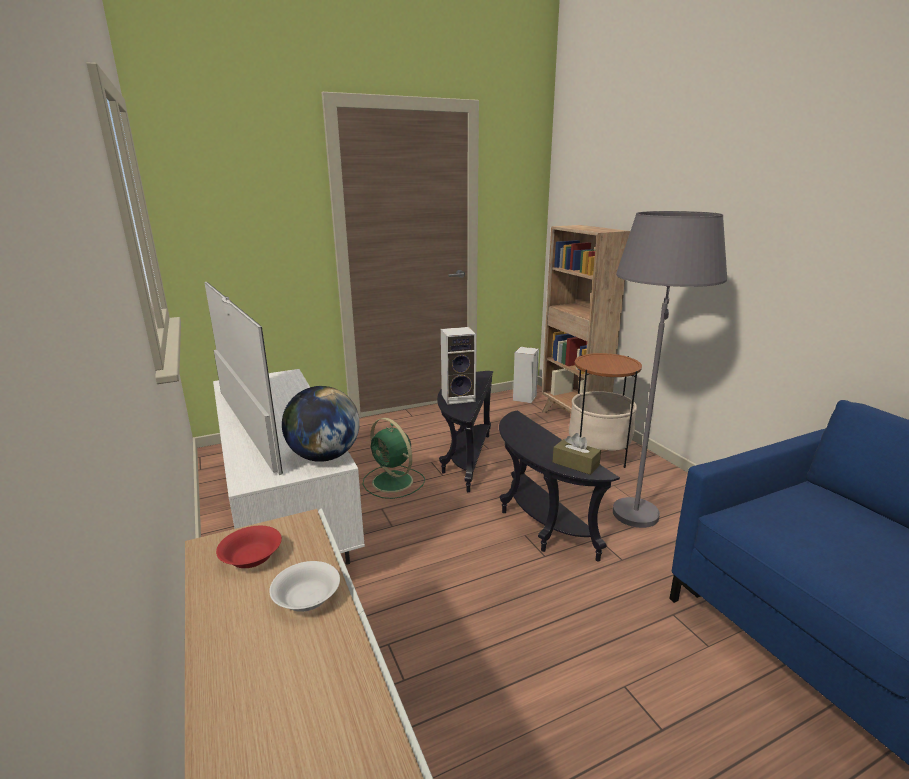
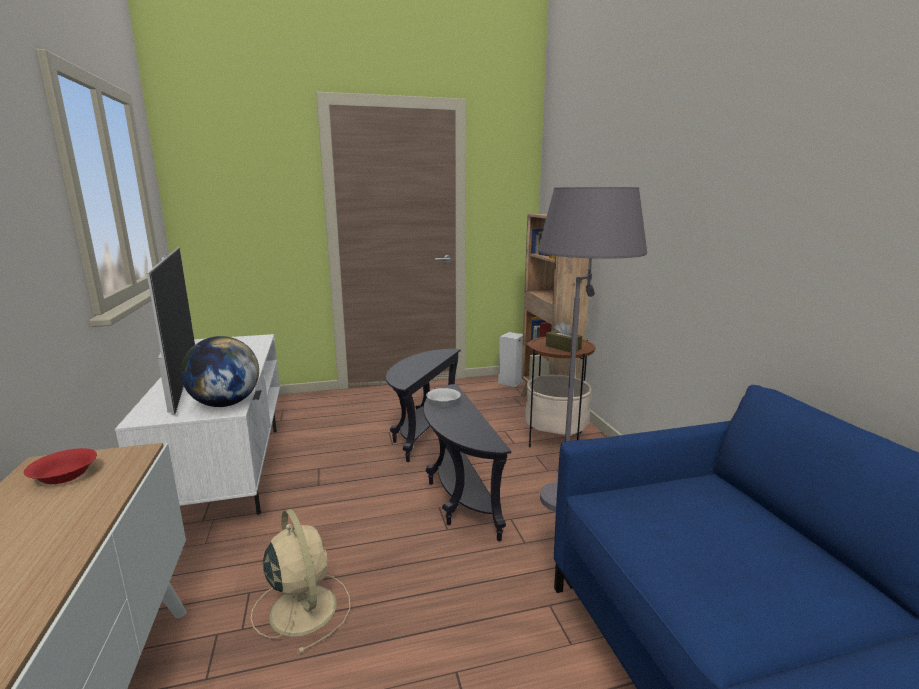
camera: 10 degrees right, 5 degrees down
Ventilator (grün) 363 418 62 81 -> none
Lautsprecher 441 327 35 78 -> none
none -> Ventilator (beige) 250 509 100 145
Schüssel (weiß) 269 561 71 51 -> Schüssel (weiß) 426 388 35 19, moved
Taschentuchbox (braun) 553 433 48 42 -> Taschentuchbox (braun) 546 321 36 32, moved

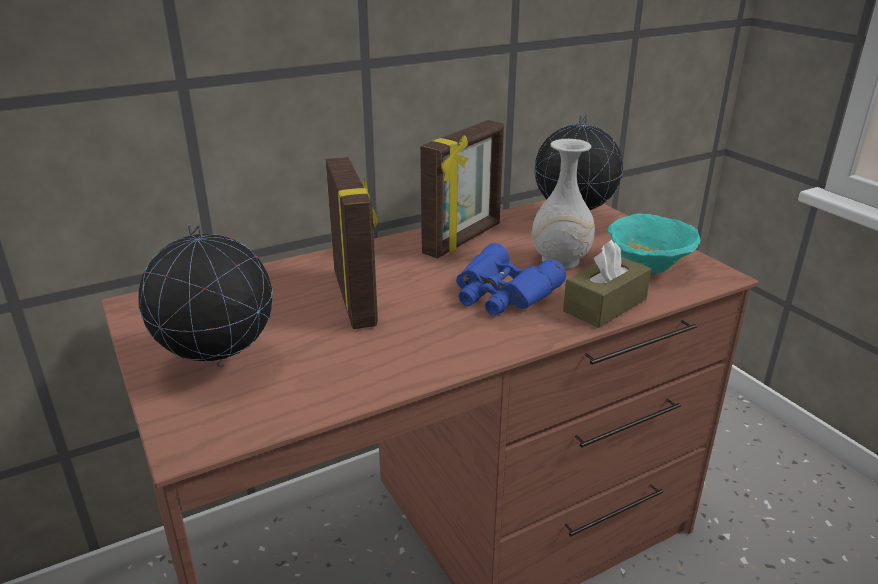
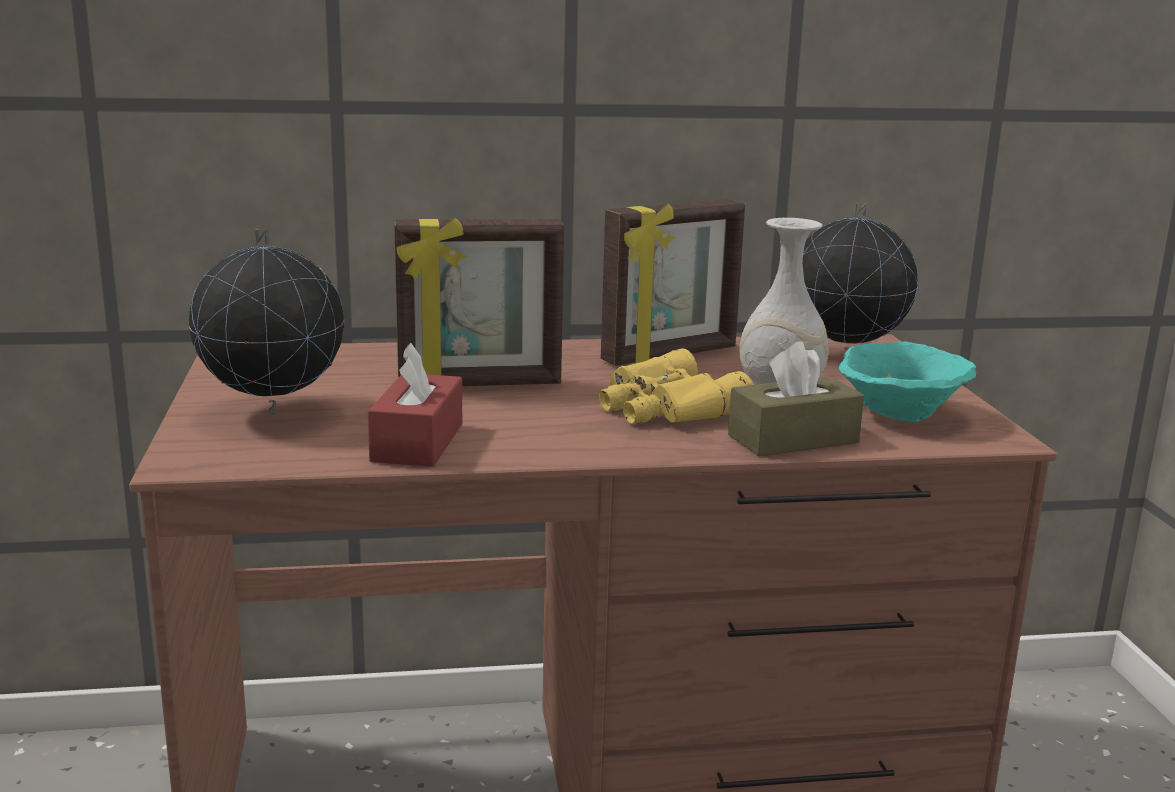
camera: 20 degrees right, 10 degrees down
none -> Taschentuchbox (rot) 368 343 94 124
Fernglas (blau) 456 243 110 73 -> Fernglas (gelb) 599 348 154 76
Bilderrahmen 326 157 52 172 -> Bilderrahmen 394 218 170 168, 75 degrees clockwise

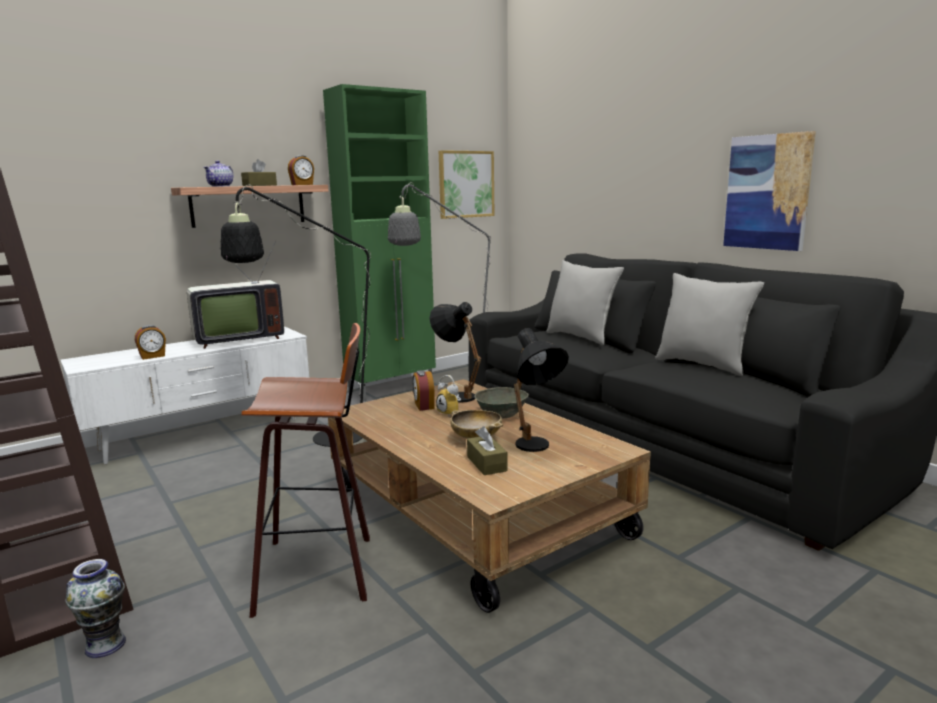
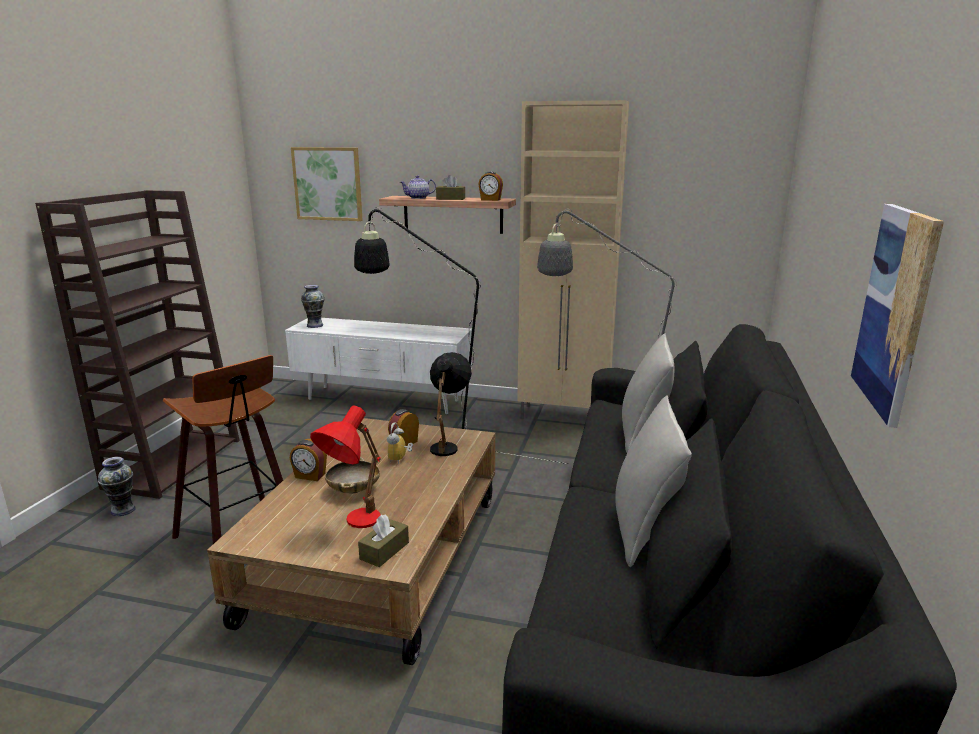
camera: 50 degrees right, 5 degrees up
Fernseher 187 240 97 109 -> none
Schüssel (grau) 474 387 55 31 -> none
none -> Vase 301 285 24 43
Wecker 135 325 31 35 -> Wecker 290 439 37 42, moved
Bild 439 150 55 69 -> Bild 291 147 72 74, moved
Taschentuchbox (braun) 467 426 41 49 -> Taschentuchbox (braun) 358 514 51 53, moved
Schrank (grün) 323 84 113 317 -> Schrank (beige) 517 100 112 319
Tischlampe (schwarz) 514 328 55 124 -> Tischlampe (rot) 310 406 71 122

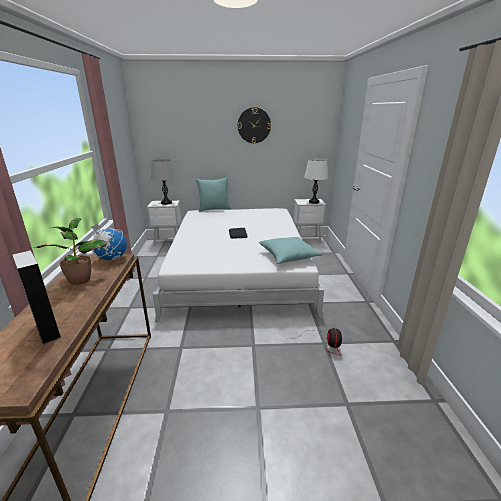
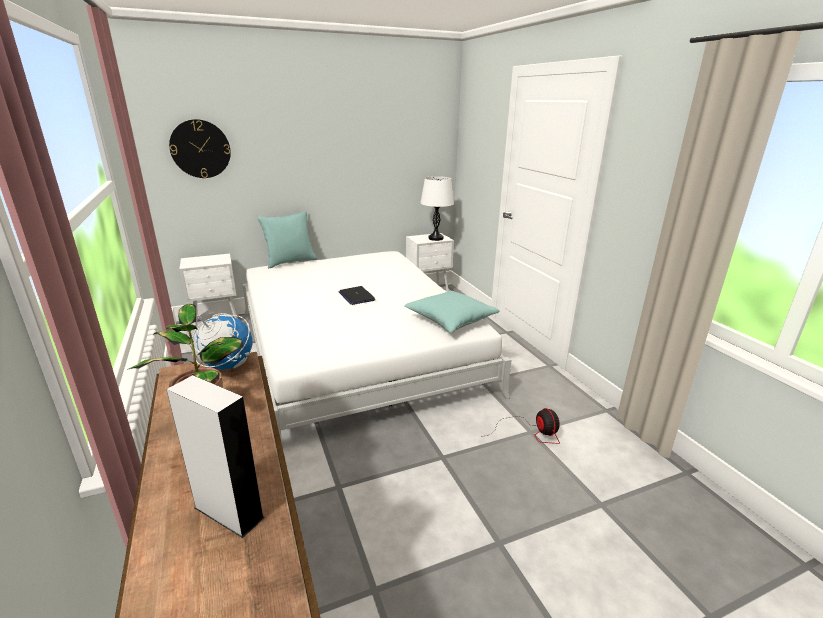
camera: 20 degrees left, 0 degrees up
Tischlampe (grau) 151 159 25 46 -> none
Wanduhr 238 107 33 36 -> Wanduhr 169 119 62 59, moved

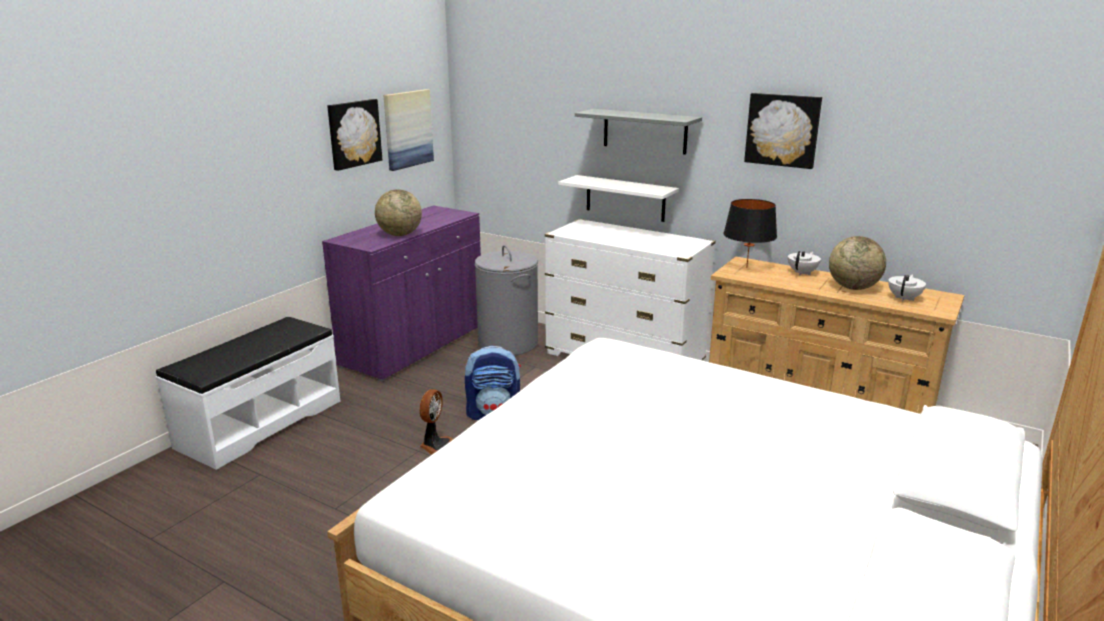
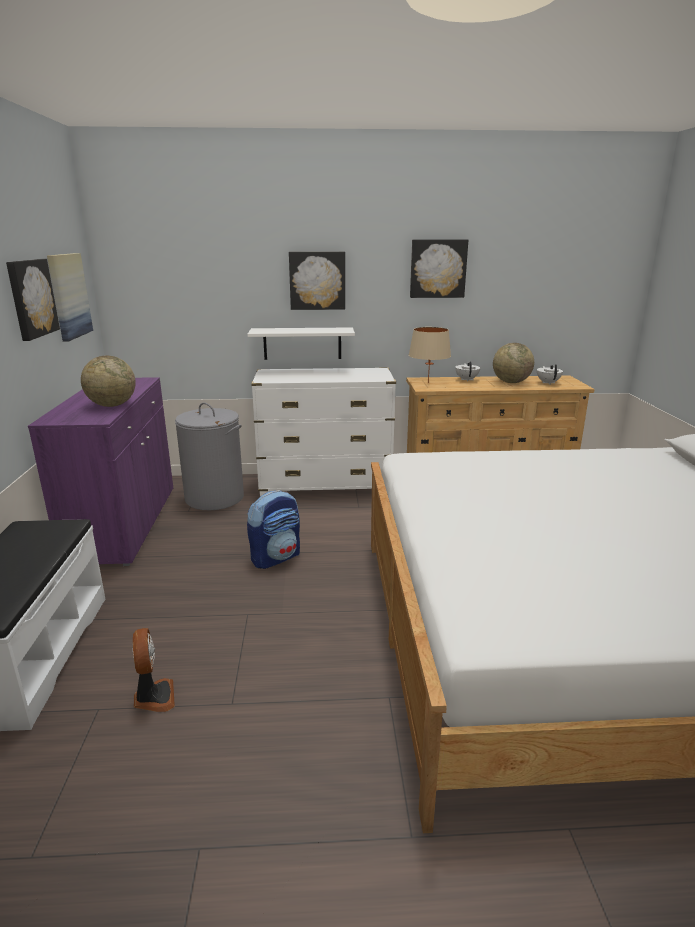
camera: 35 degrees left, 0 degrees up
Ventilator 419 389 34 65 -> Ventilator 133 628 42 84, moved
Wandregal (grau) 575 109 127 46 -> Bild 289 252 56 58
Tischlampe (schwarz) 723 199 54 69 -> Tischlampe (beige) 409 327 42 56

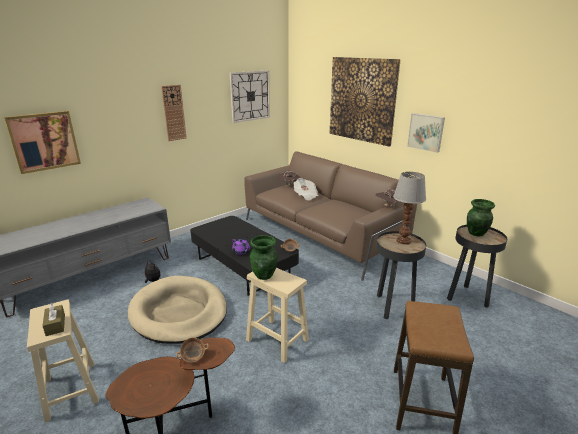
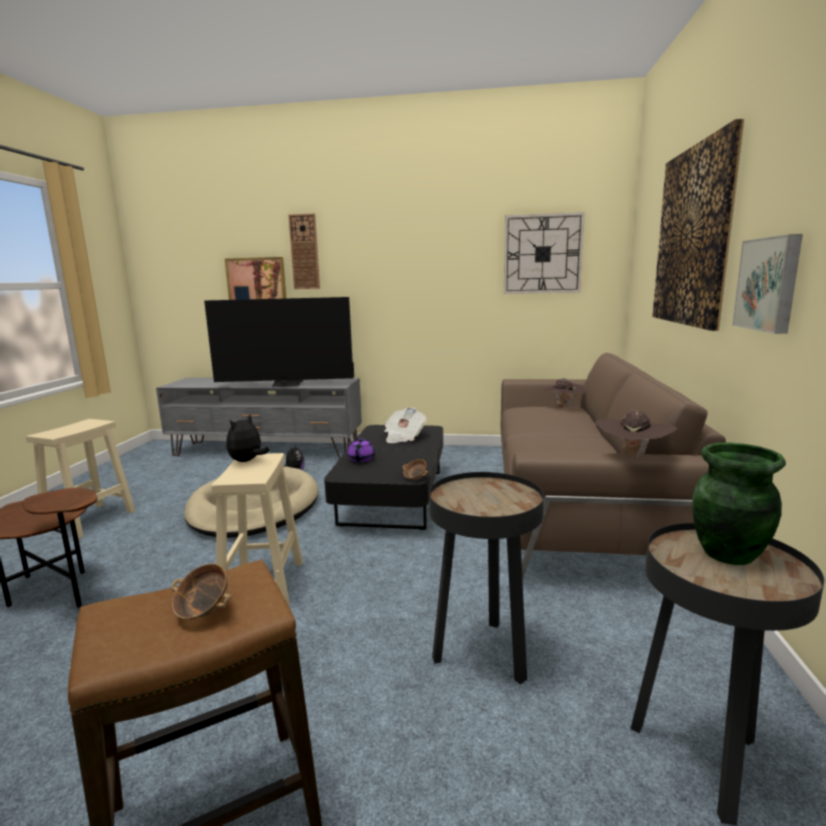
camera: 50 degrees right, 10 degrees down
Taschentuchbox (braun) 42 303 23 33 -> none
Tischlampe 393 172 33 73 -> none
none -> Fernseher 204 297 150 90
Wanduhr 161 85 26 56 -> Wanduhr 288 213 32 76, moved
Schüssel 176 338 33 25 -> Schüssel 171 564 61 56, moved
Zeitung 293 178 25 23 -> Zeitung 384 407 43 36, moved
Vase (grün) 250 235 28 45 -> Plüschtier 226 414 44 48

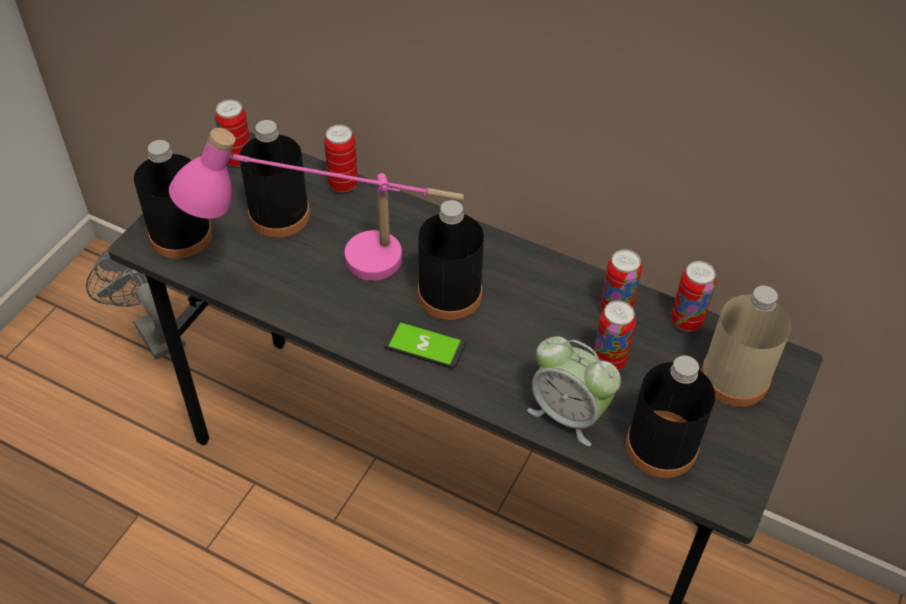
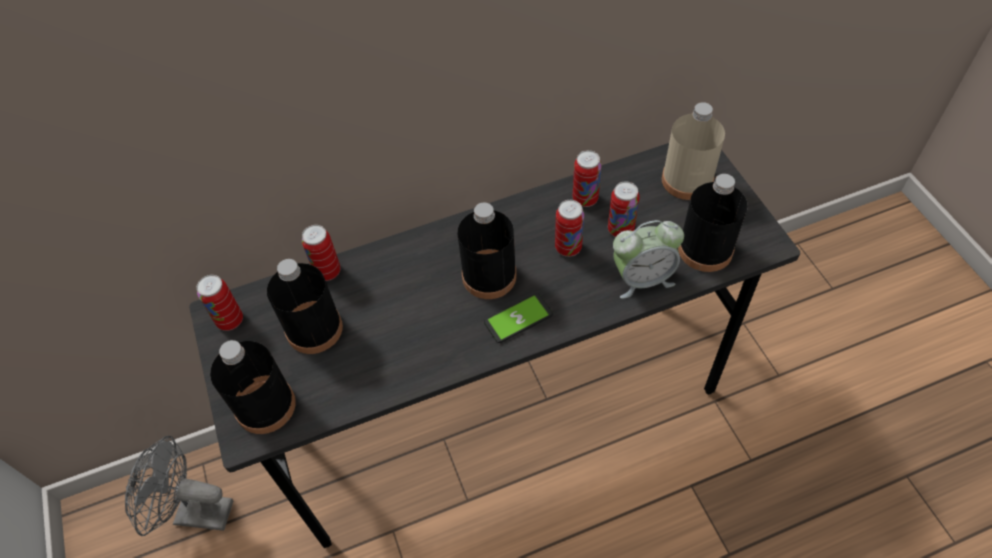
camera: 45 degrees left, 5 degrees up
Tischlampe (rosa) 169 128 295 153 -> none
Dose 671 261 45 70 -> Dose 555 200 29 57, moved

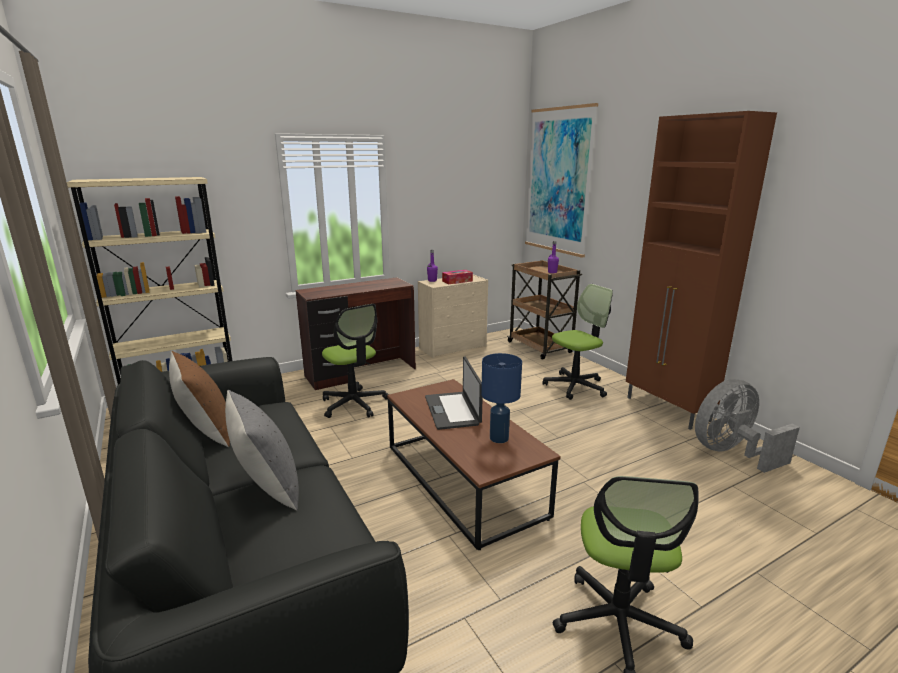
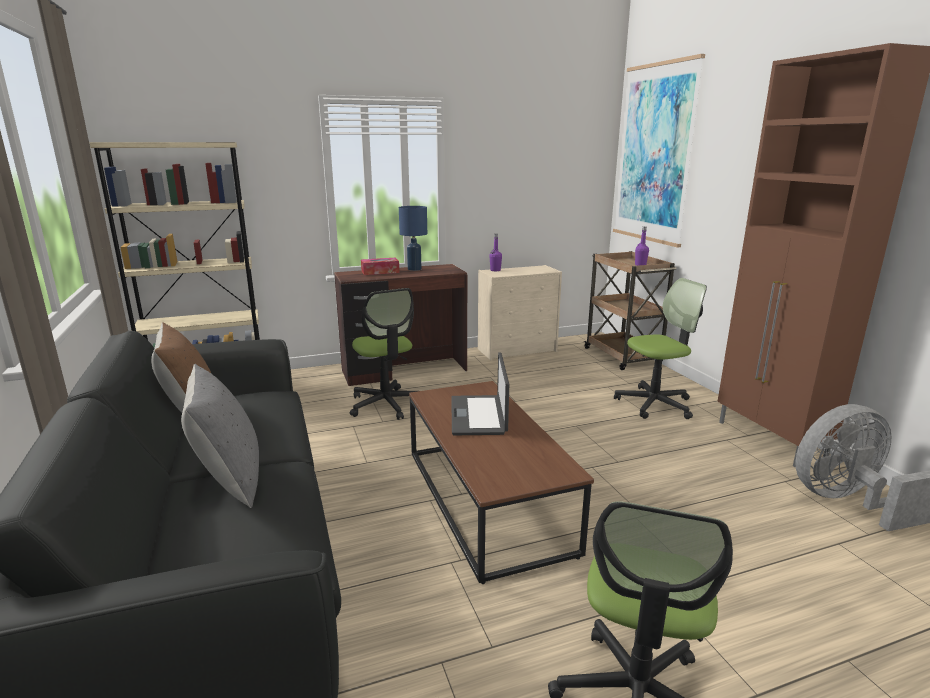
camera: 10 degrees right, 0 degrees up
Taschentuchbox 442 270 31 14 -> Taschentuchbox 361 258 38 17, moved
Tischlampe (blau) 481 353 41 90 -> Tischlampe (blau) 399 206 28 65, moved

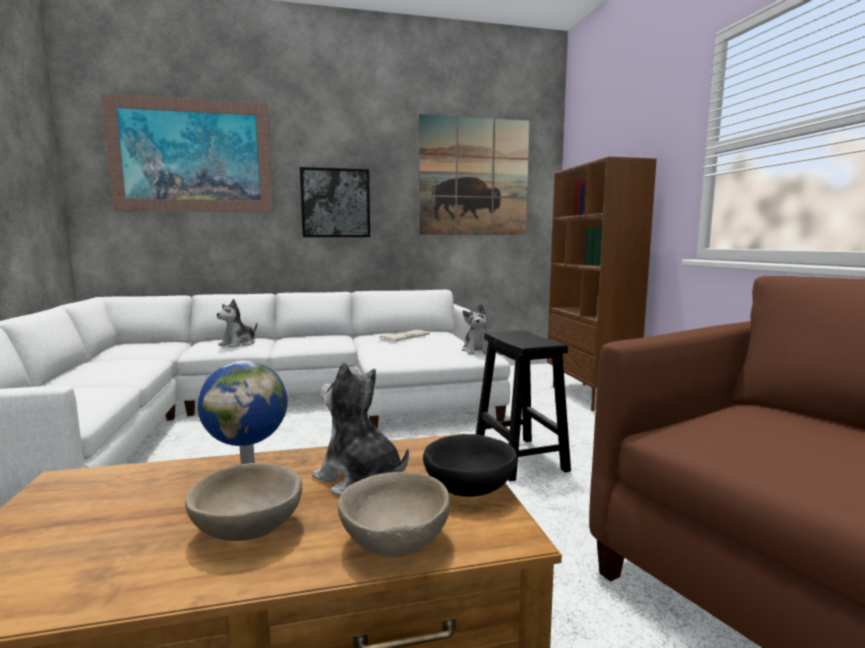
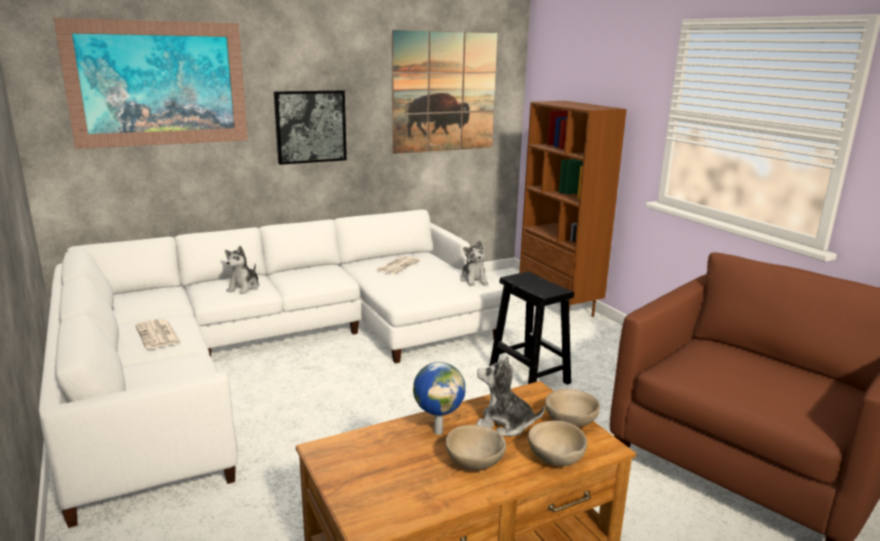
camera: 15 degrees left, 10 degrees up
none -> Zeitung 135 319 46 30
Schüssel (schwarz) 423 434 94 63 -> Schüssel (beige) 545 389 55 39

